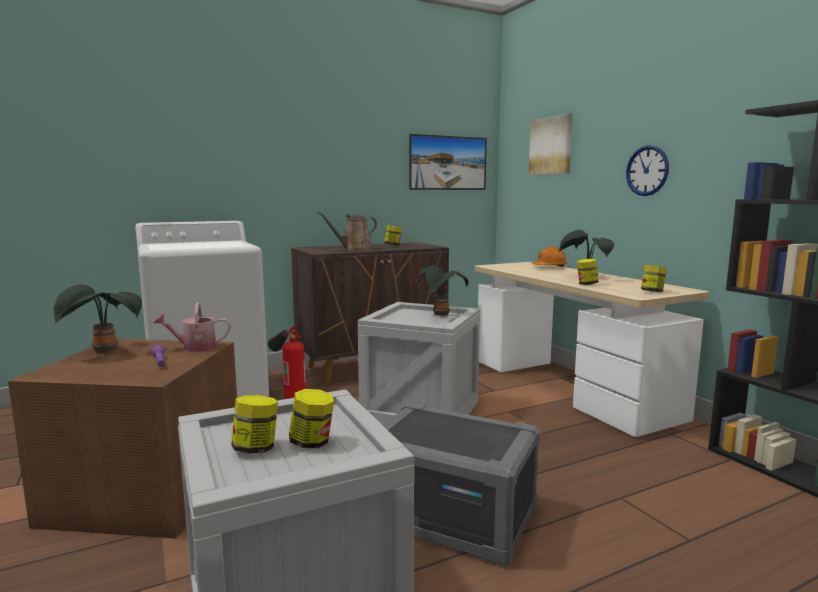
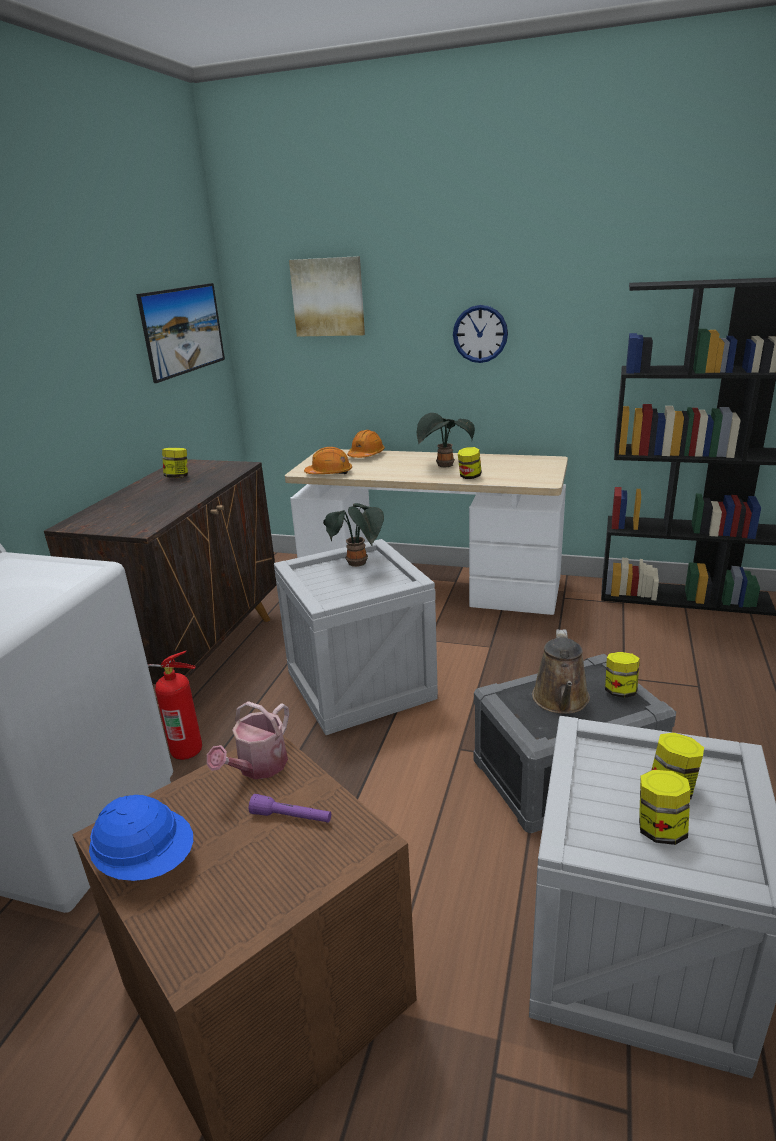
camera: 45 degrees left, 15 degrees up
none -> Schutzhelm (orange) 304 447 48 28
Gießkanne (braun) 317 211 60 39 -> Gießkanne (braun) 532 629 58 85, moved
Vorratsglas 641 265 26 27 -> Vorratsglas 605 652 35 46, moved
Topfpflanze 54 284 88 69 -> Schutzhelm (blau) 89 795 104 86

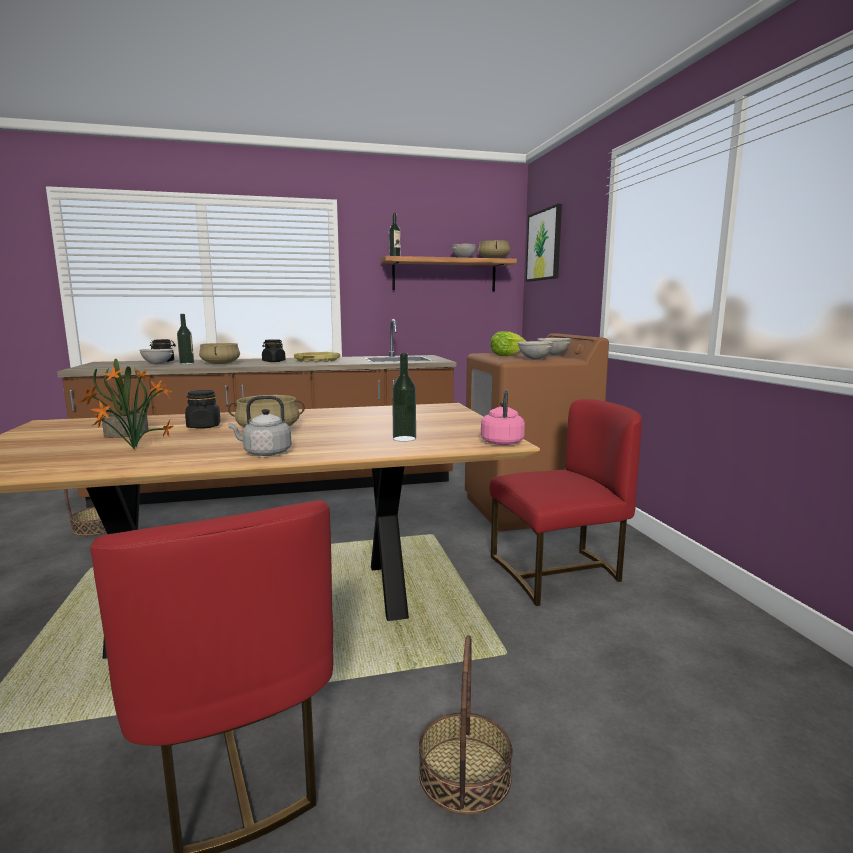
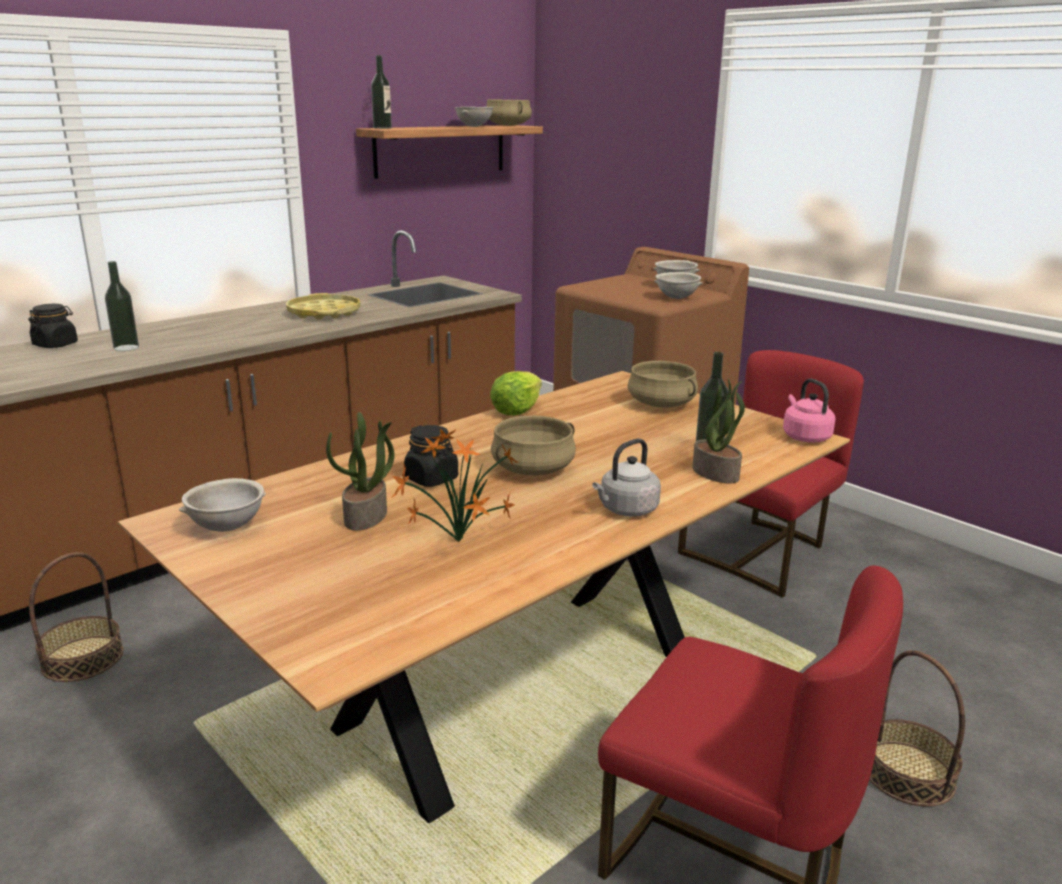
camera: 30 degrees left, 10 degrees up
Vorratsglas (schwarz) 262 339 24 23 -> none
Bild 526 204 36 78 -> none
none -> Topfpflanze 692 379 53 105
Schüssel (grau) 140 349 33 15 -> Schüssel (grau) 179 478 87 54, moved
Kochtopf (beige) 199 343 41 21 -> Kochtopf (beige) 627 361 71 47, moved
Salatkopf 490 331 37 25 -> Salatkopf 490 371 52 45, moved

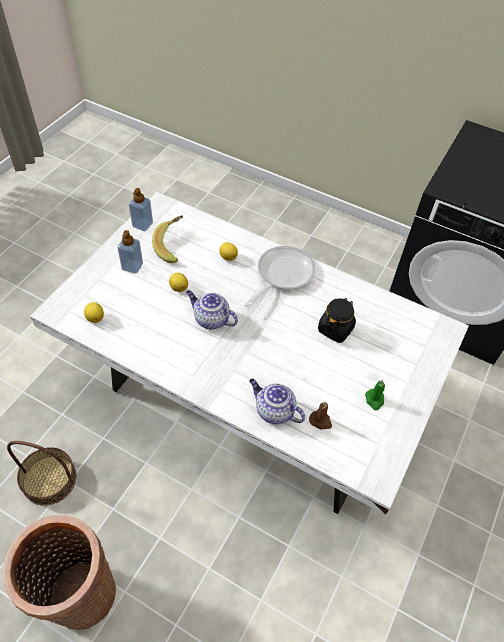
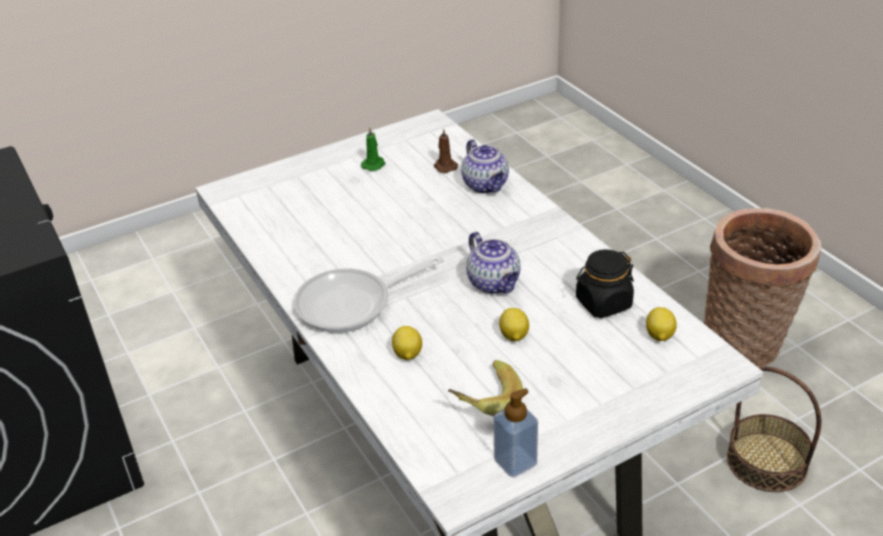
camera: 145 degrees left, 15 degrees down
Seifenspender 118 230 25 44 -> none
Vorratsglas (schwarz) 318 298 38 45 -> Vorratsglas (schwarz) 576 249 58 69, moved

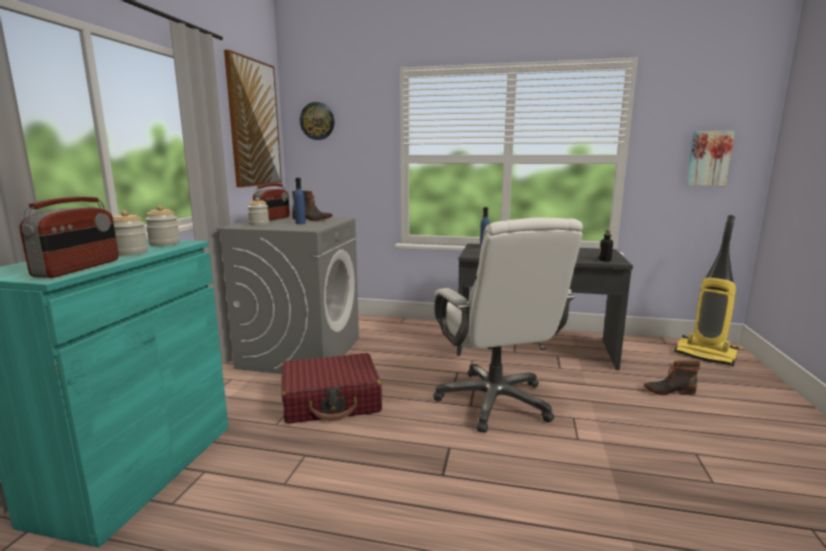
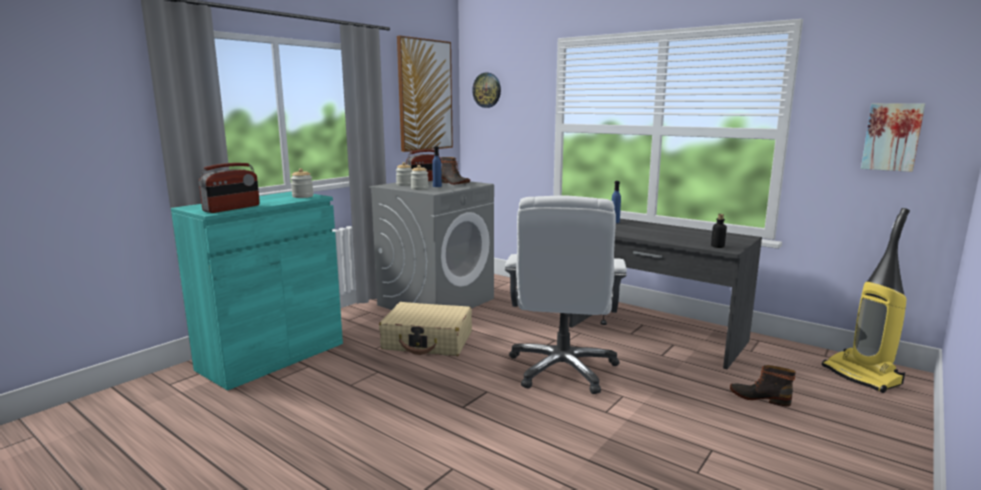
camera: 25 degrees right, 0 degrees up
Vorratsglas 113 210 35 46 -> Vorratsglas 411 165 18 25, moved
Koffer (rot) 282 353 100 71 -> Koffer (beige) 379 302 93 54

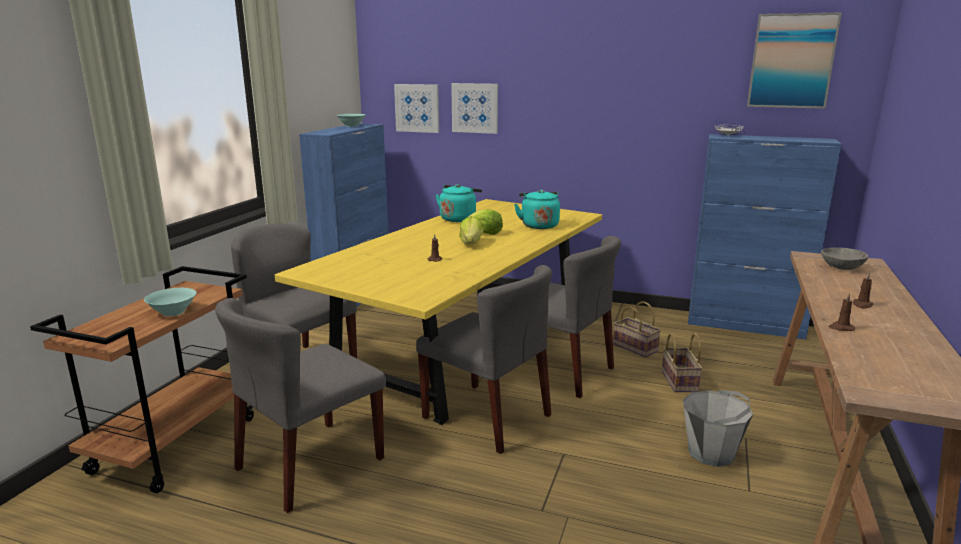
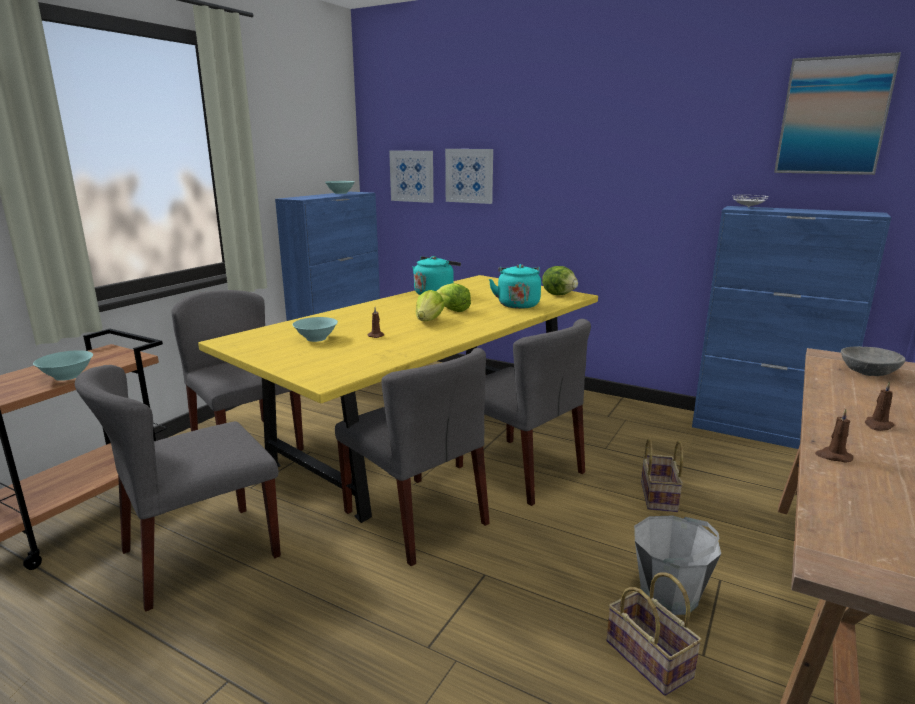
camera: 10 degrees right, 0 degrees up
none -> Schüssel (türkis) 292 317 46 25
none -> Salatkopf 542 266 36 29
Korb 613 301 48 56 -> Korb 607 572 95 124, moved

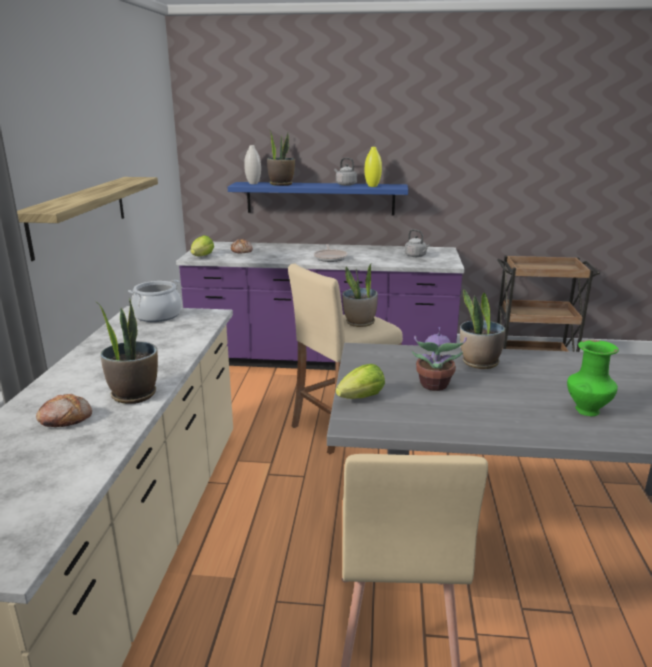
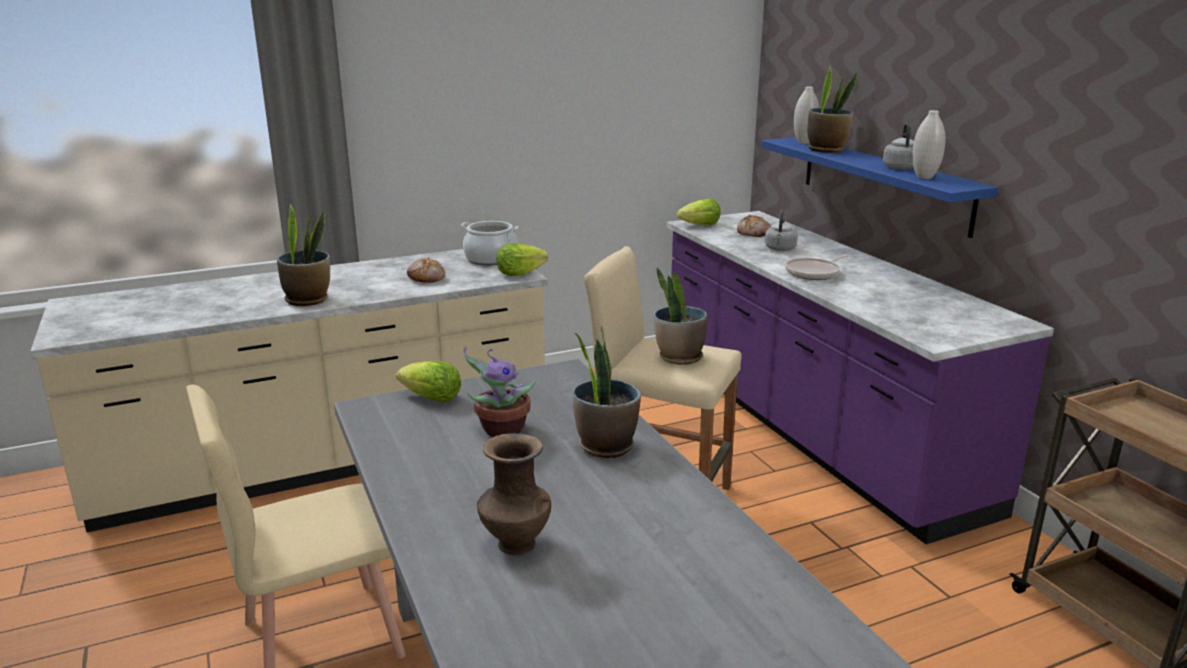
camera: 60 degrees right, 0 degrees up
Wandregal 17 177 141 84 -> none
none -> Salatkopf 496 243 52 33
Brot 36 394 56 33 -> Brot 407 258 38 25, moved
Wasserkessel (grau) 405 229 25 28 -> Wasserkessel (grau) 765 209 33 42, moved
Vase (gelb) 365 147 17 40 -> Vase (weiß) 912 110 34 69
Vase (grün) 567 340 52 76 -> Vase (braun) 477 433 74 123

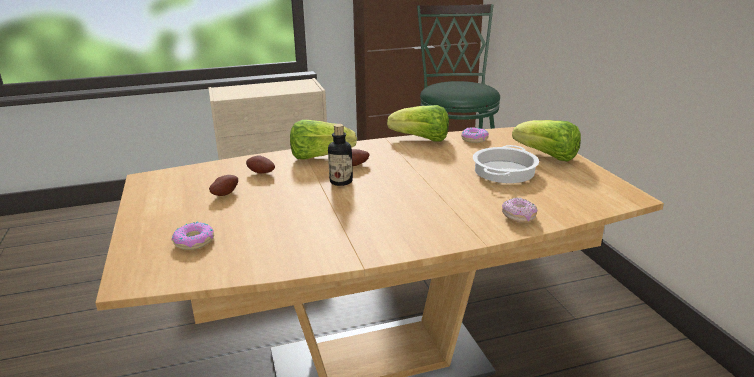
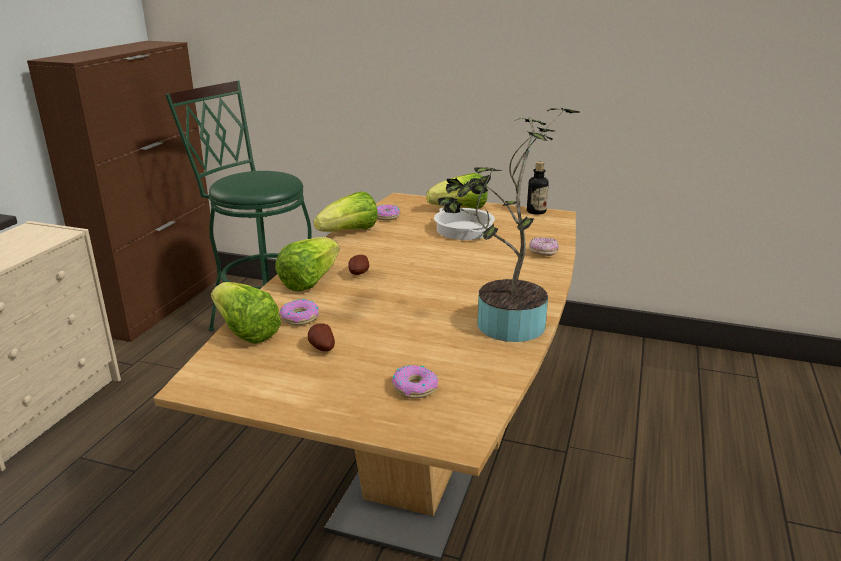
camera: 55 degrees left, 0 degrees up
none -> Salatkopf 211 282 70 62
none -> Topfpflanze 438 107 142 235
Flasche 328 124 25 62 -> Flasche 527 162 22 53, moved
Kartoffel 246 155 29 18 -> Donut 279 299 40 26

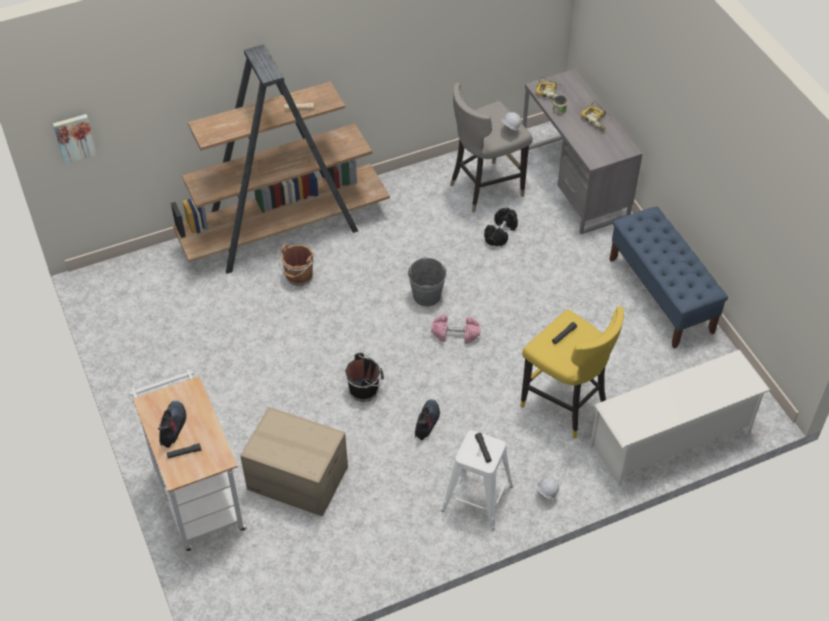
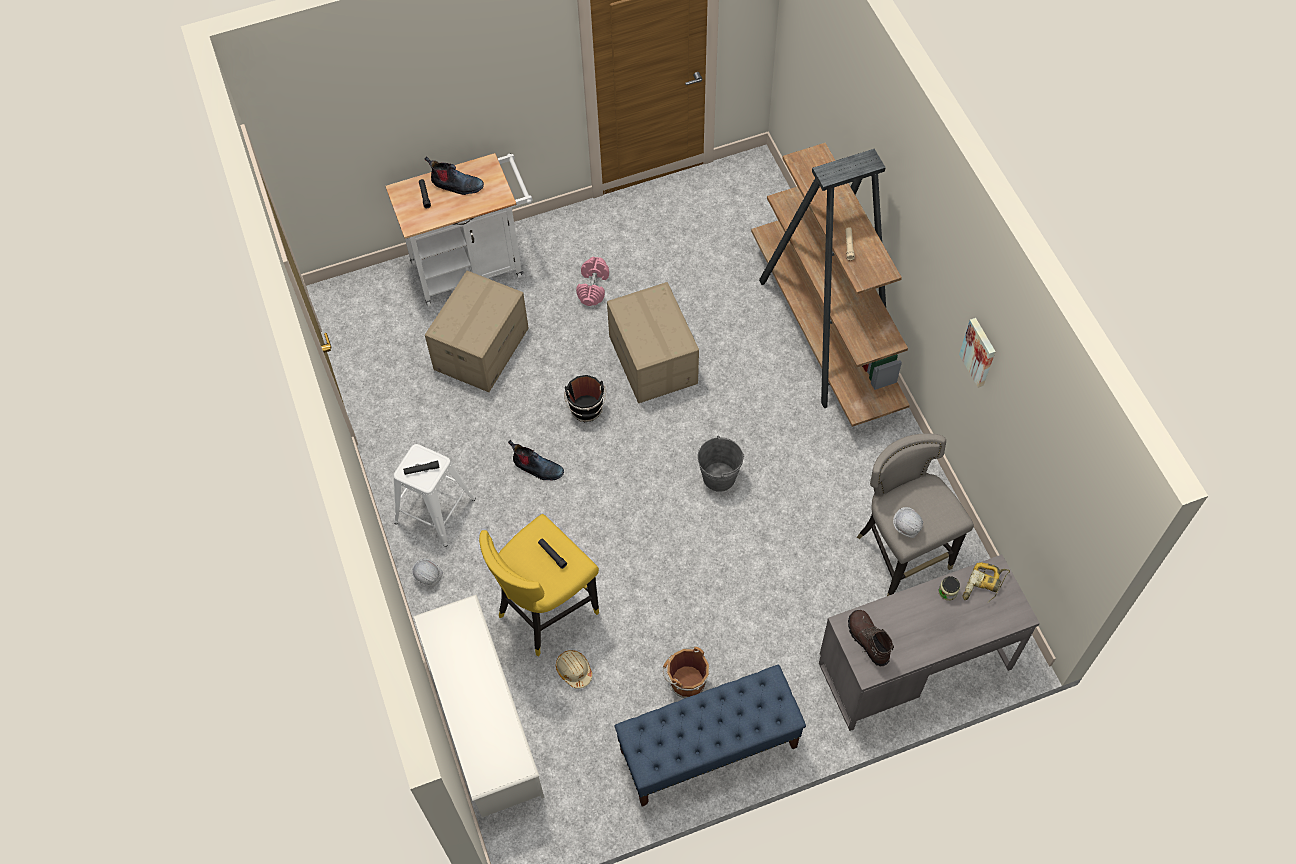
camera: 95 degrees right, 10 degrees up
Hantel (schwarz) 484 208 34 38 -> none
Bohrmaschine 581 101 31 30 -> none
none -> Schutzhelm (beige) 556 650 36 39
none -> Karton 607 282 92 121
none -> Stiefel (braun) 848 610 46 56
Bild 53 114 44 50 -> Bild 959 318 37 70, moved
Eimer (braun) 279 244 35 42 -> Eimer (braun) 663 646 46 52, moved
Hantel (rosa) 431 315 50 29 -> Hantel (rosa) 576 257 33 49, moved

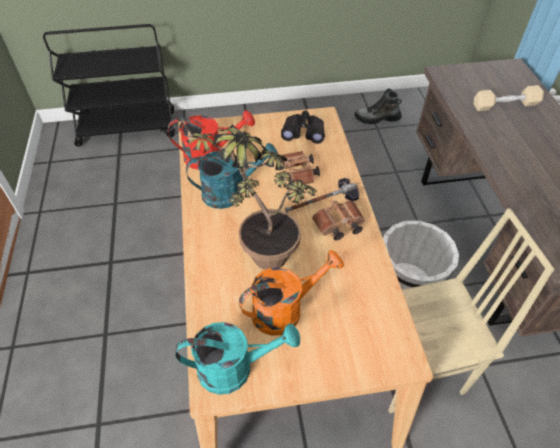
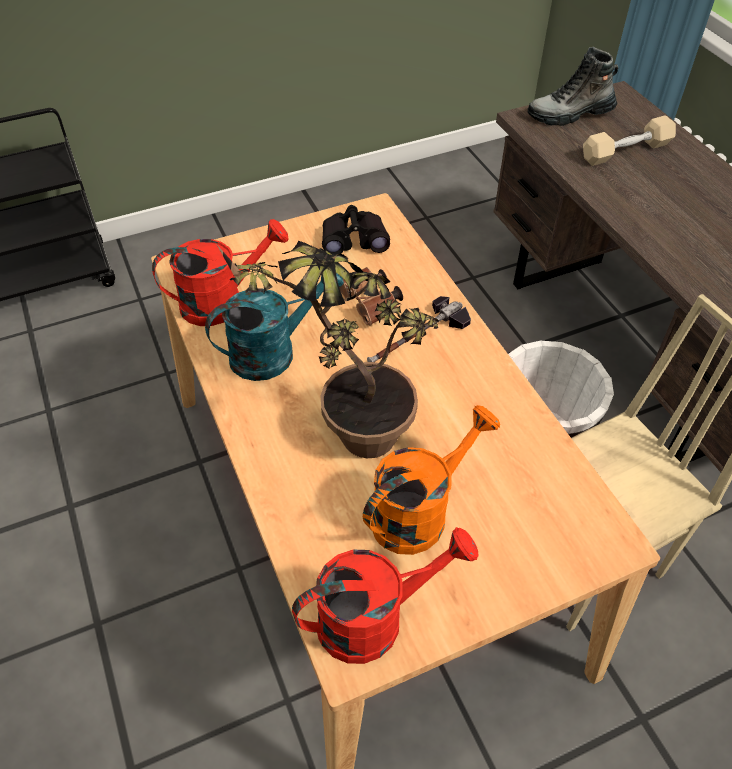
camera: 15 degrees left, 0 degrees up
Fernglas (braun) 312 200 53 41 -> none
Stiefel 355 88 47 36 -> Stiefel 528 47 90 79, moved
Gießkanne (türkis) 175 322 125 73 -> Gießkanne (rot) 292 527 187 137

